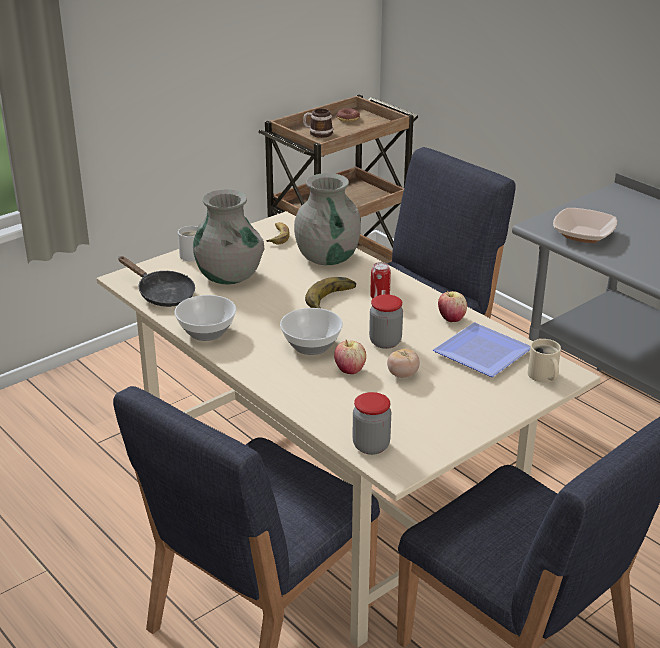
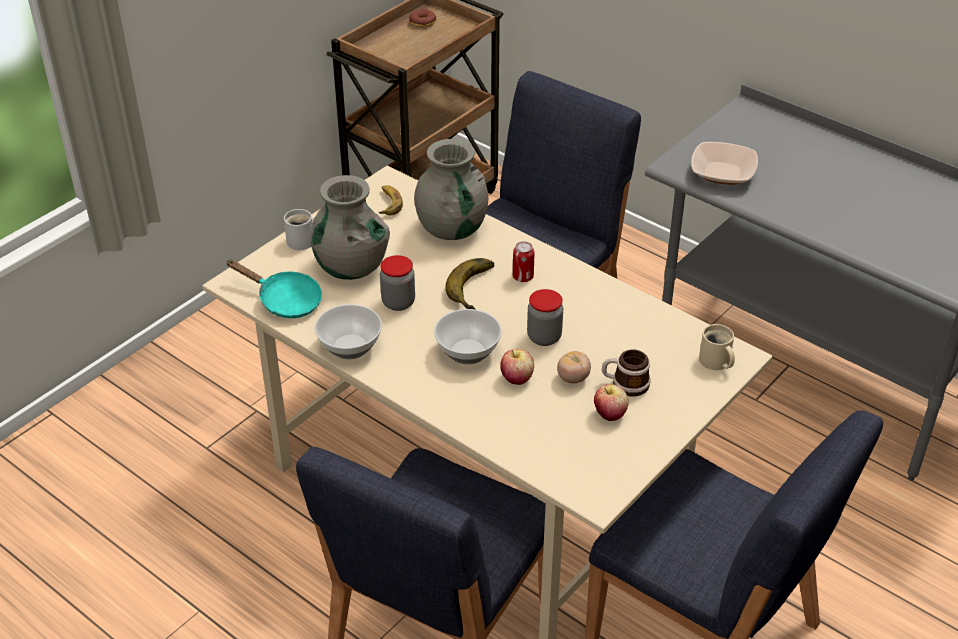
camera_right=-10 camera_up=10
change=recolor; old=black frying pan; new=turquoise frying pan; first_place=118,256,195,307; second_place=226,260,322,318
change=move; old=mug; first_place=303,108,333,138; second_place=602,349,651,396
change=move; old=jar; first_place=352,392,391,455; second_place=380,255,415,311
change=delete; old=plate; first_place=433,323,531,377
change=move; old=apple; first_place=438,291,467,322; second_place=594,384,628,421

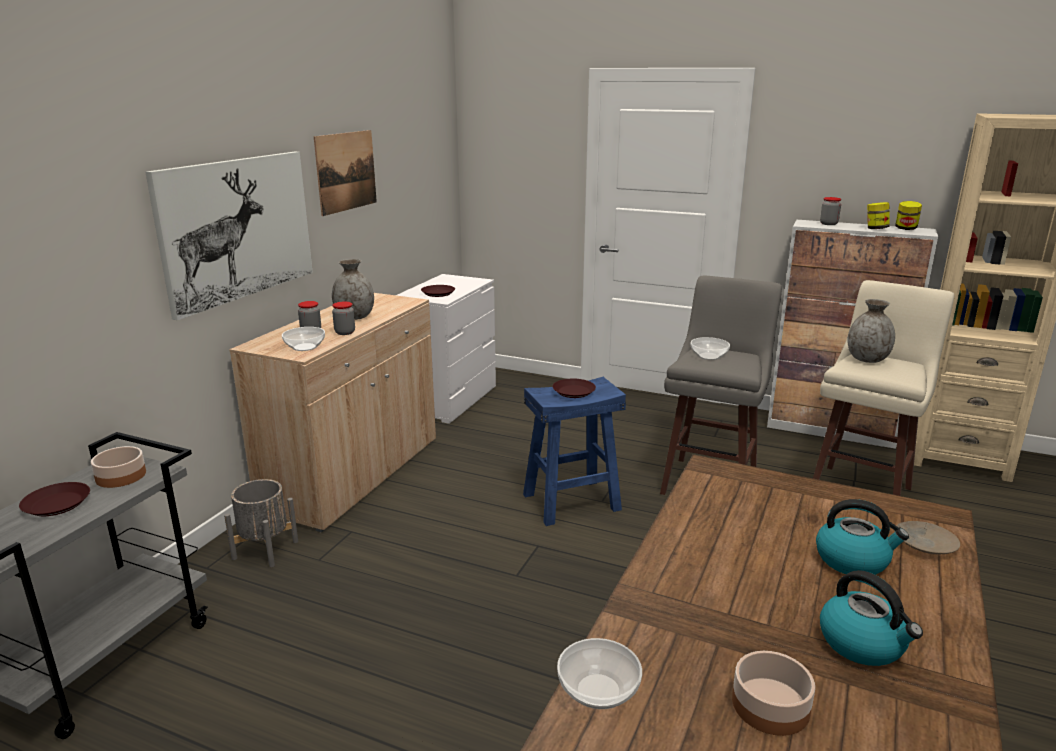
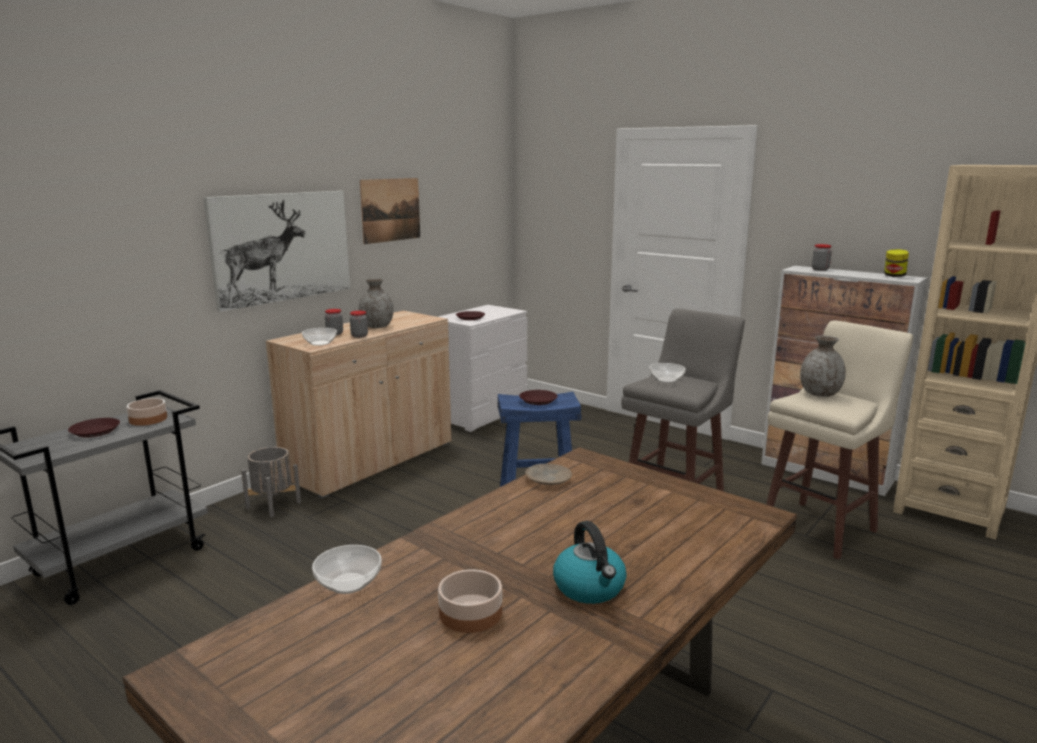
camera_right=15 camera_up=-5
change=delete; old=kettle; first_place=816,499,909,575
change=delete; old=jar; first_place=867,202,890,229
change=move; old=beige plate; first_place=897,521,960,554; second_place=525,464,572,485

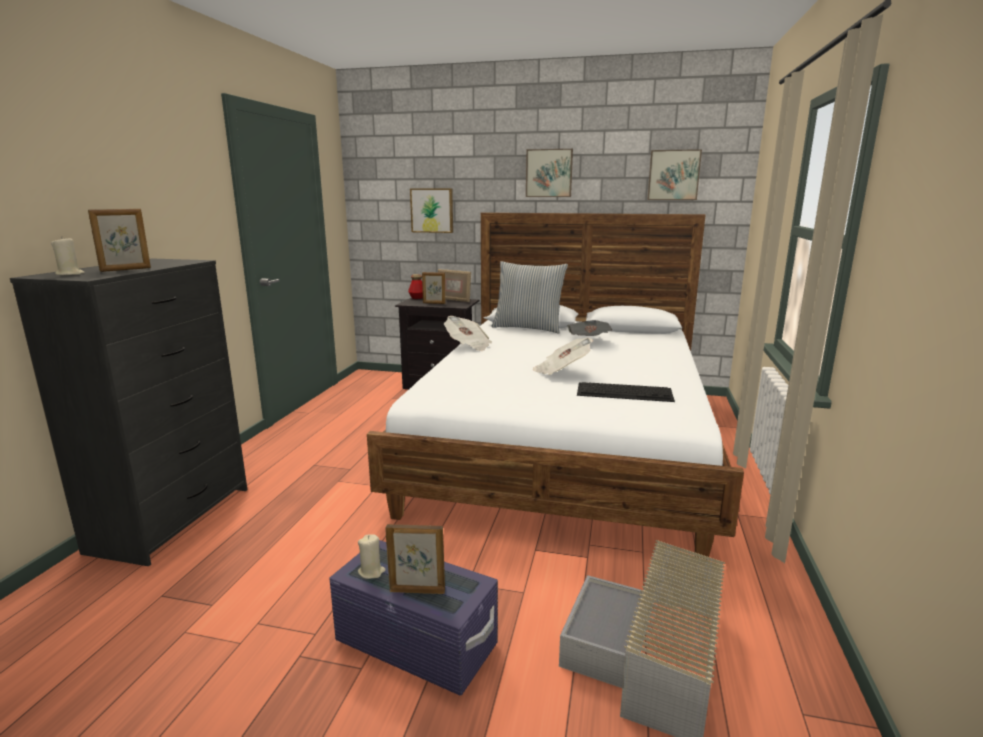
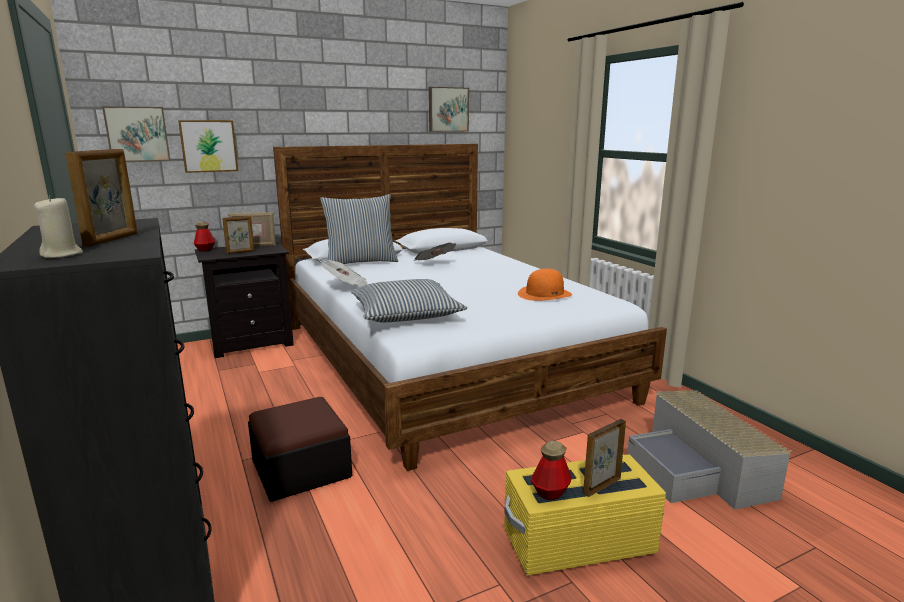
camera_right=-40 camera_up=0
change=recolor; old=purple storage box; new=yellow storage box; first_place=329,540,498,696; second_place=504,454,666,575
change=replace; old=beige candle; new=bottle; first_place=358,534,386,579; second_place=531,441,572,500
change=move; old=picture; first_place=526,149,573,197; second_place=102,106,170,162
change=delete; old=newspaper; first_place=533,338,593,375
change=replace; old=keyboard; new=orange hat; first_place=577,382,675,402; second_place=518,269,572,301
change=insert; new=ottoman; second_place=248,397,352,502
change=insert; new=pillow; second_place=351,279,467,322

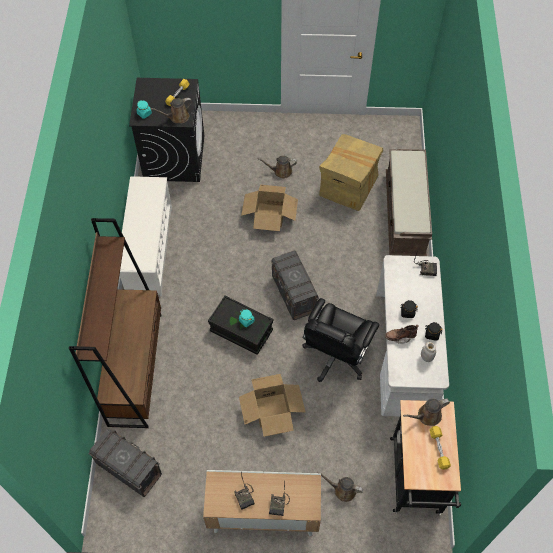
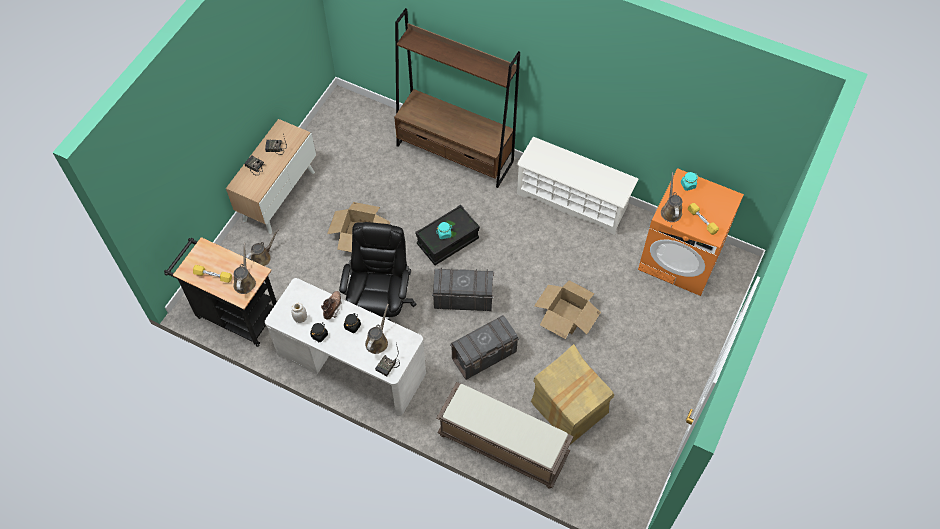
camera_right=115 camera_up=0
change=move; old=grey storage box; first_place=88,429,162,497; second_place=450,315,519,380
change=recolor; old=black washing machine; new=orange washing machine; first_place=129,78,204,182; second_place=638,168,744,296
change=move; old=brown watering can; first_place=258,156,297,179; second_place=365,304,389,354
change=rotate; old=black office chair; first_place=302,298,379,382; second_place=339,222,417,321; degrees=45

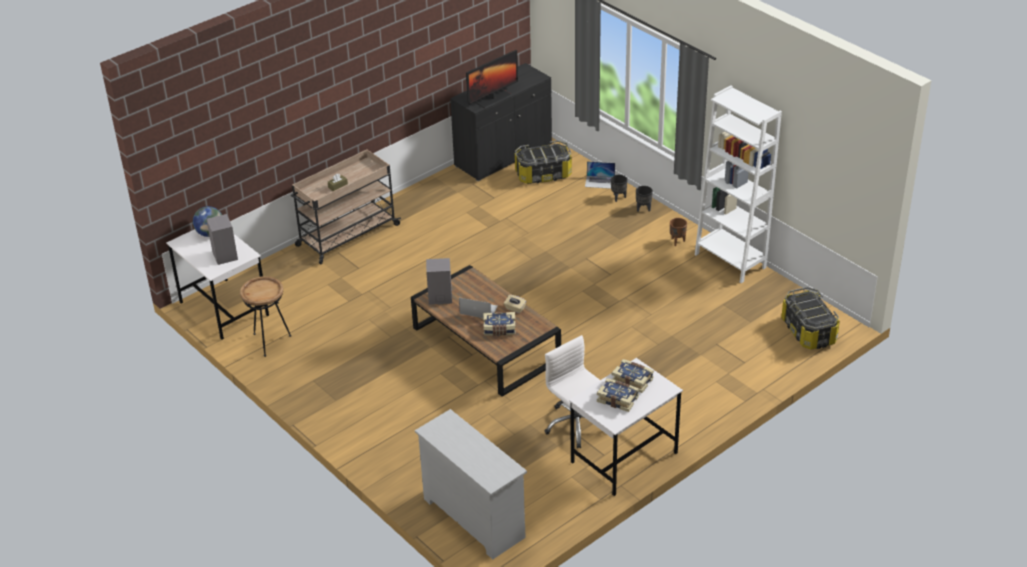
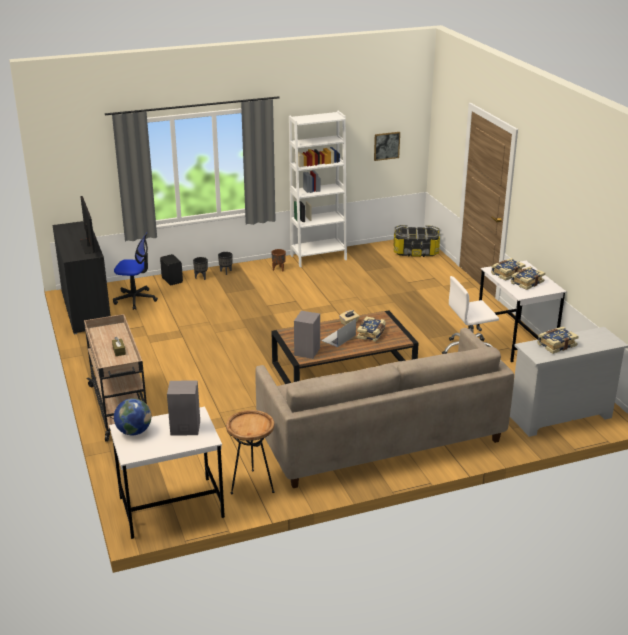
camera_right=-70 camera_up=-10
change=replace; old=storage box; new=office chair; first_place=515,140,572,184; second_place=113,232,158,310
change=replace; old=laptop; new=black speaker; first_place=585,161,615,189; second_place=160,254,183,285
change=insert; new=beige sofa; second_place=255,328,514,488
change=insert; new=picture; second_place=374,132,400,161
change=insert; new=book; second_place=537,327,579,354

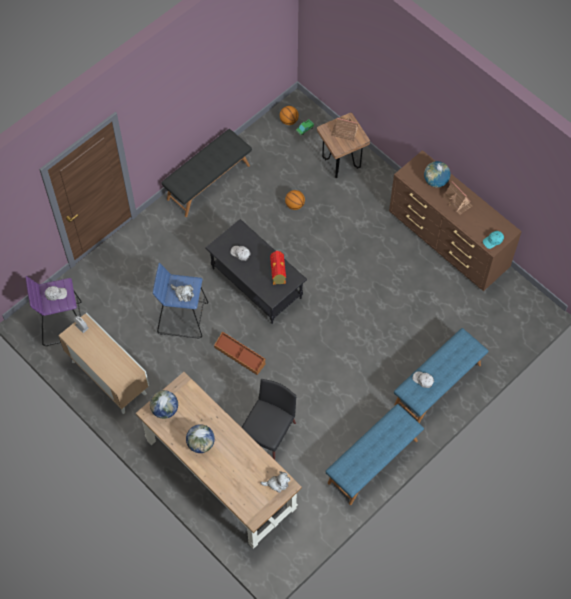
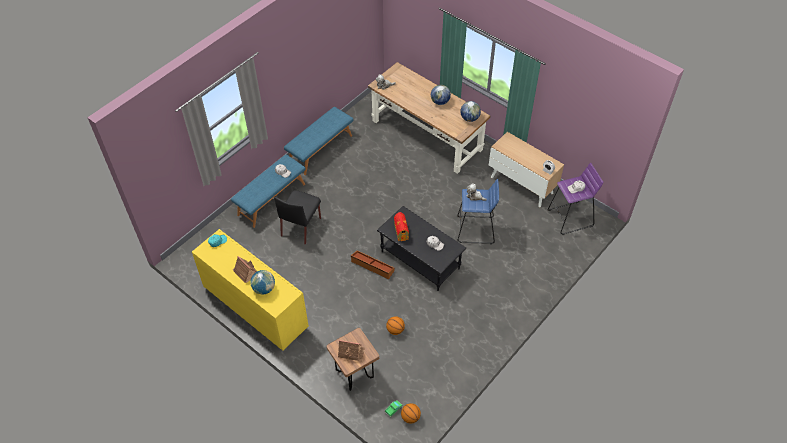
camera_right=175 camera_up=-10
change=delete; old=black bench; first_place=162,129,252,217
change=move; old=brown storage box; first_place=214,331,265,375; second_place=351,250,395,279
change=move; old=black chair; first_place=241,379,296,460; second_place=274,190,321,245
change=recolor; old=brown dresser; new=yellow dresser; first_place=389,150,522,291; second_place=192,229,309,351

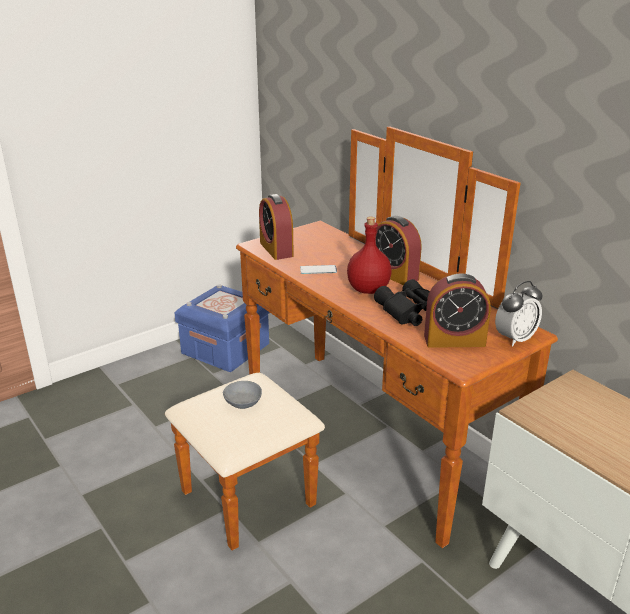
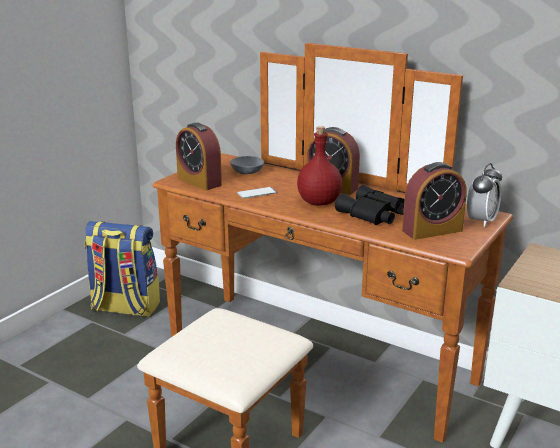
camera_right=-20 camera_up=-5
change=replace; old=blue storage box; new=backpack; first_place=175,284,270,372; second_place=84,221,160,317
change=move; old=grey bowl; first_place=223,381,262,409; second_place=230,156,264,174

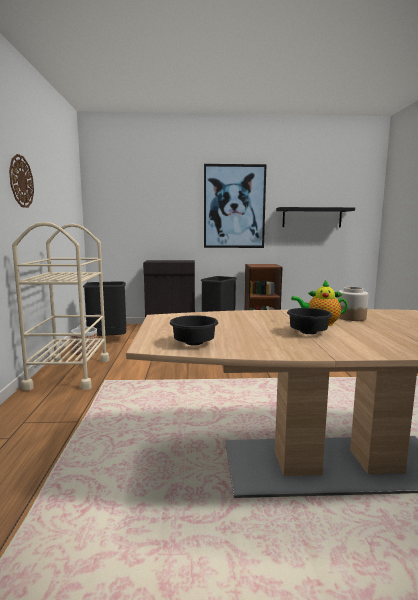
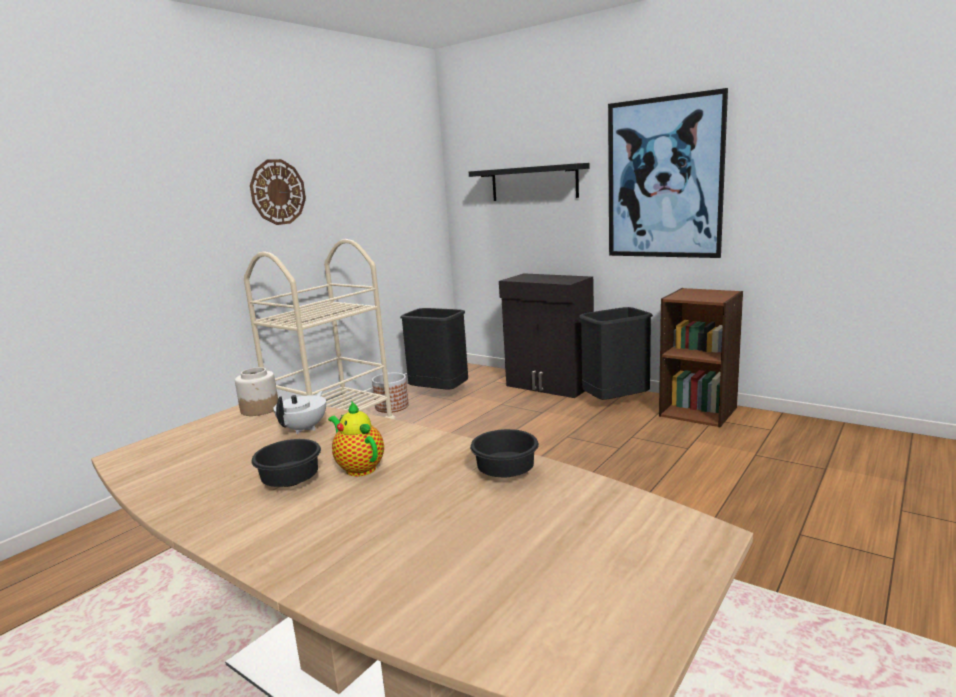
camera_right=40 camera_up=5
change=move; old=black bowl; first_place=170,315,218,345; second_place=470,429,539,478
change=move; old=black shelf; first_place=276,207,355,227; second_place=469,163,590,201
change=move; old=jar; first_place=338,287,369,321; second_place=235,367,278,416
change=insert; new=white teapot; second_place=273,391,326,434

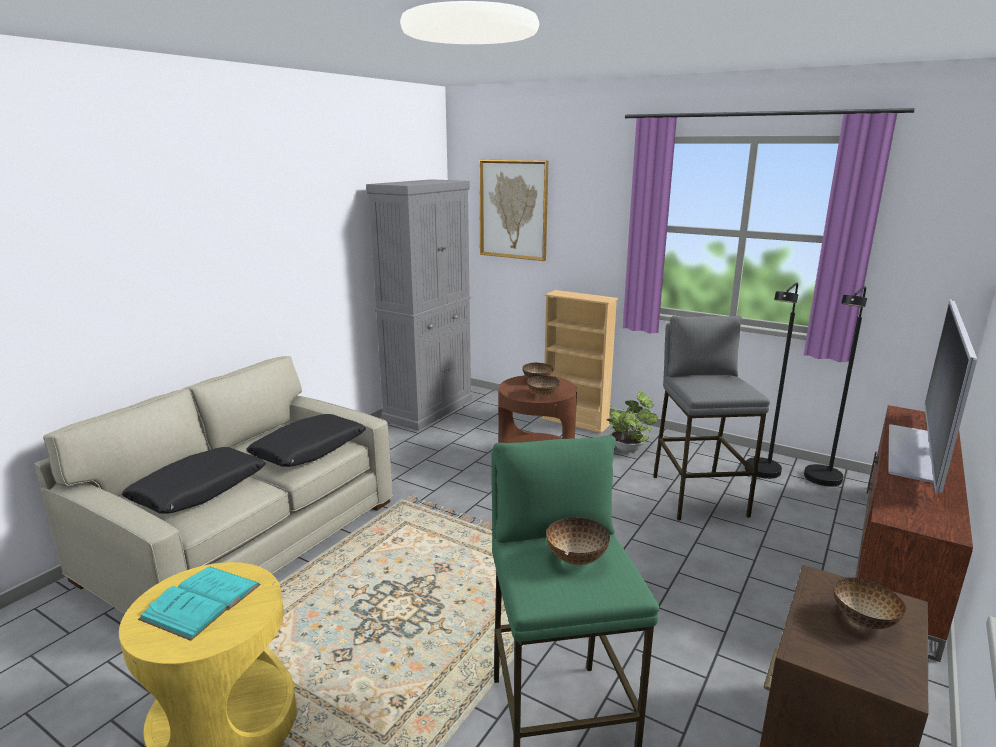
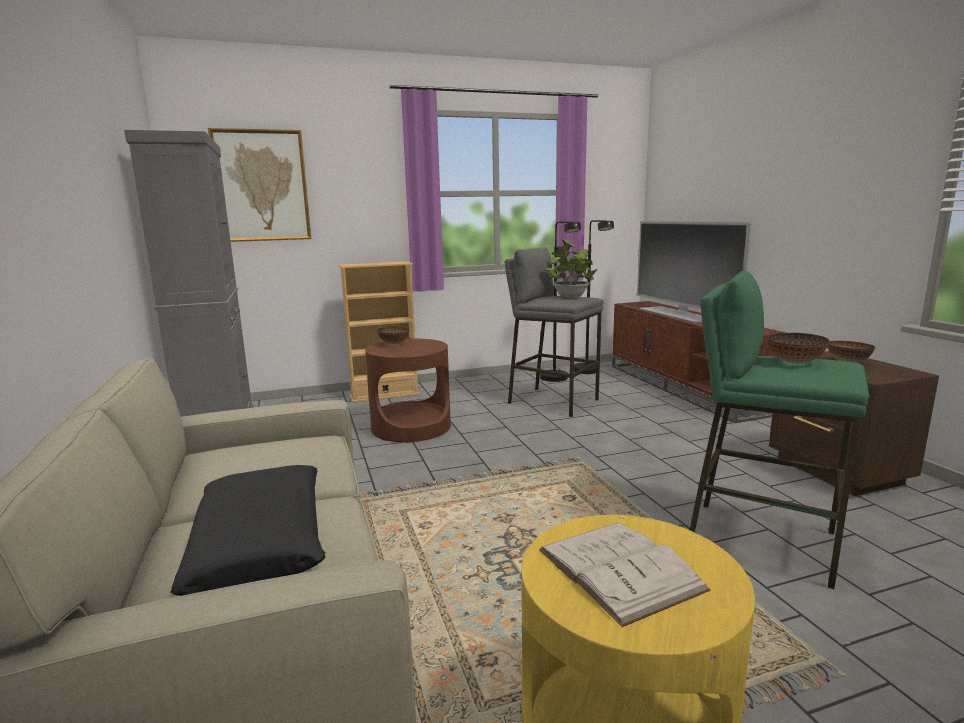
camera_right=-50 camera_up=-5
change=recolor; old=turquoise book; new=white book; first_place=138,567,261,641; second_place=539,523,711,627
change=delete; old=black pillow; first_place=246,414,366,467
change=delete; old=bowl; first_place=527,376,560,396
change=move; old=potted plant; first_place=607,392,658,453; second_place=544,239,597,298

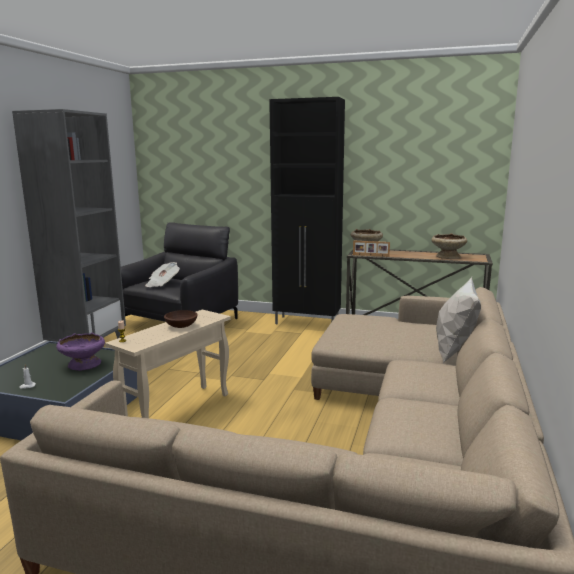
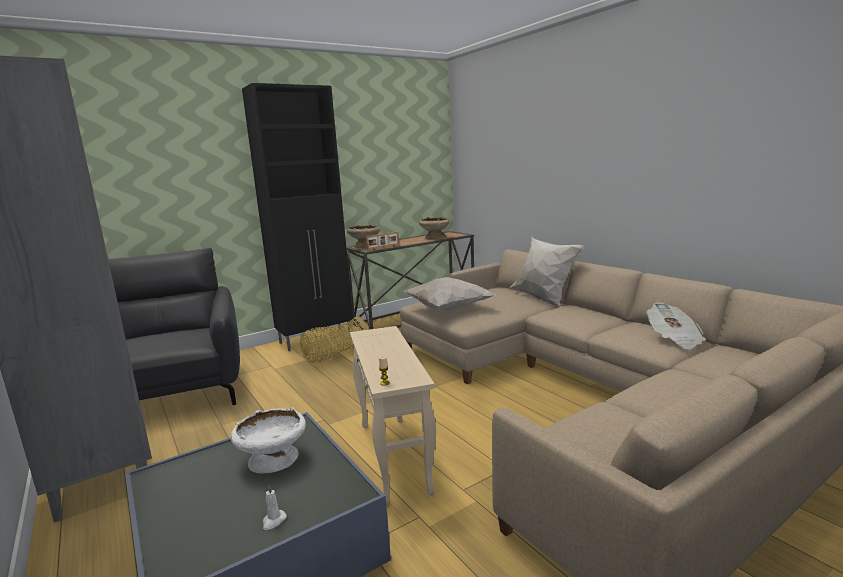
camera_right=-50 camera_up=0
change=recolor; old=purple bowl; new=white bowl; first_place=56,332,105,371; second_place=231,407,306,474
change=move; old=newspaper; first_place=145,262,180,287; second_place=646,302,706,350
change=delete; old=brown bowl; first_place=164,310,198,328
change=insert; new=basket; second_place=300,316,368,363
change=insert; new=white pillow; second_place=404,277,495,310

